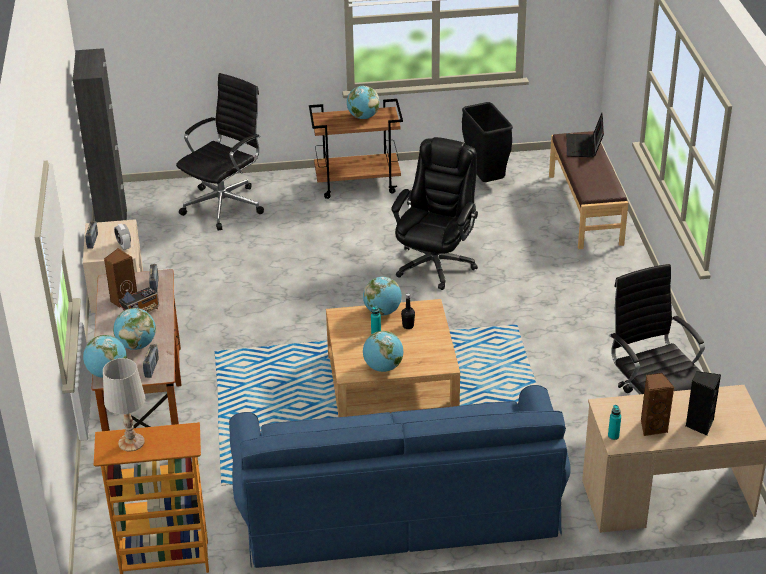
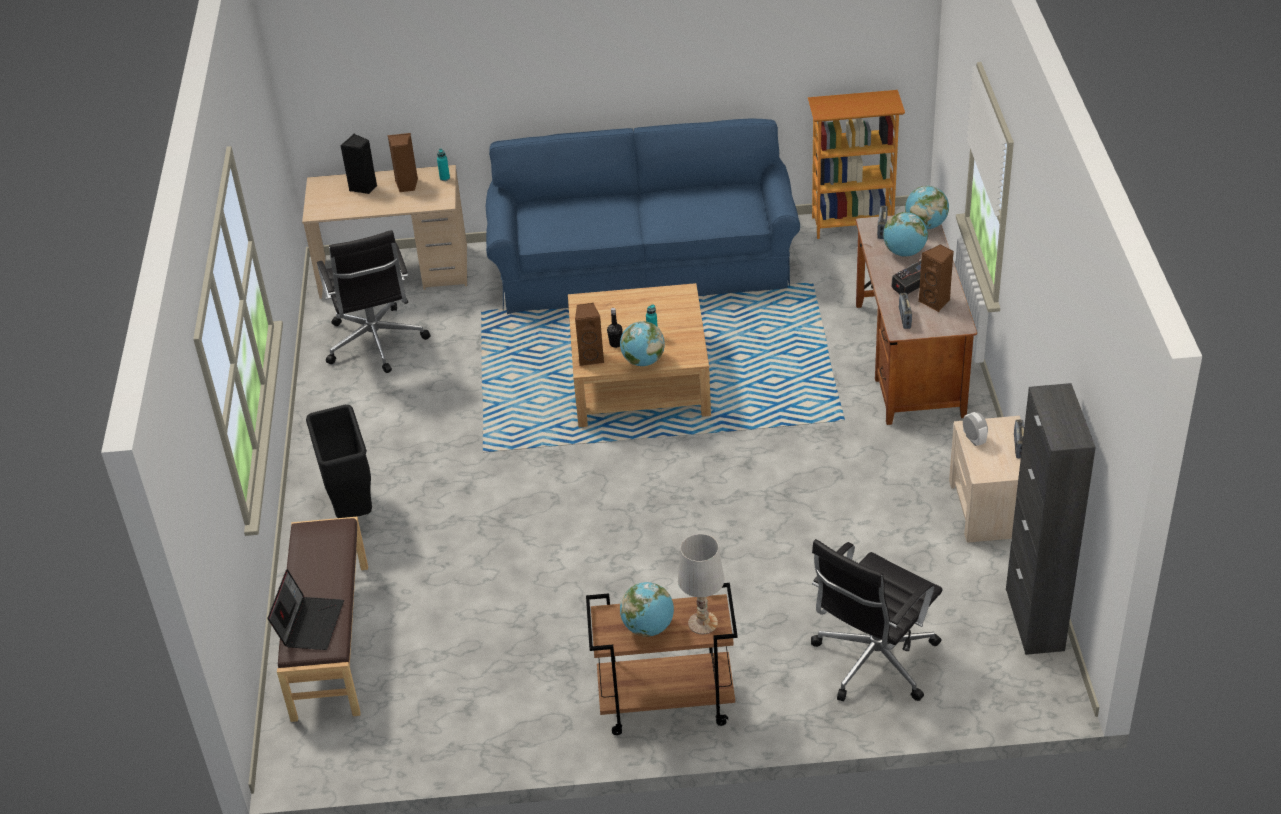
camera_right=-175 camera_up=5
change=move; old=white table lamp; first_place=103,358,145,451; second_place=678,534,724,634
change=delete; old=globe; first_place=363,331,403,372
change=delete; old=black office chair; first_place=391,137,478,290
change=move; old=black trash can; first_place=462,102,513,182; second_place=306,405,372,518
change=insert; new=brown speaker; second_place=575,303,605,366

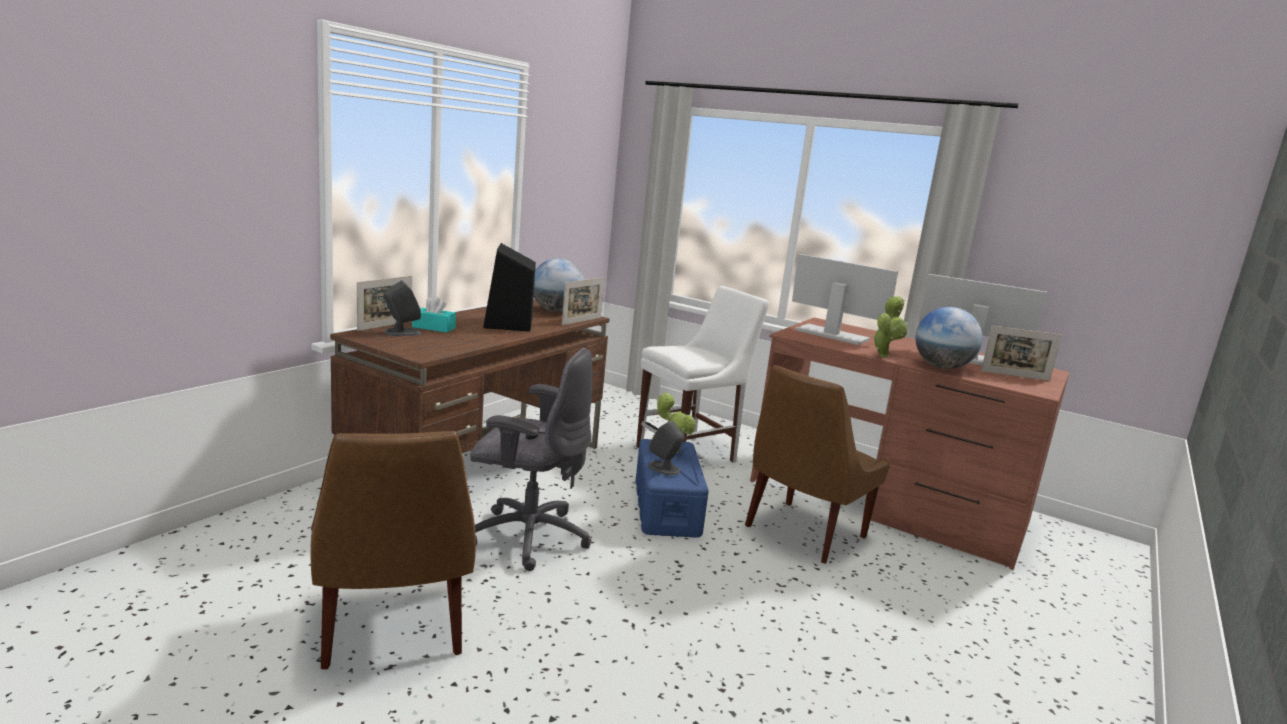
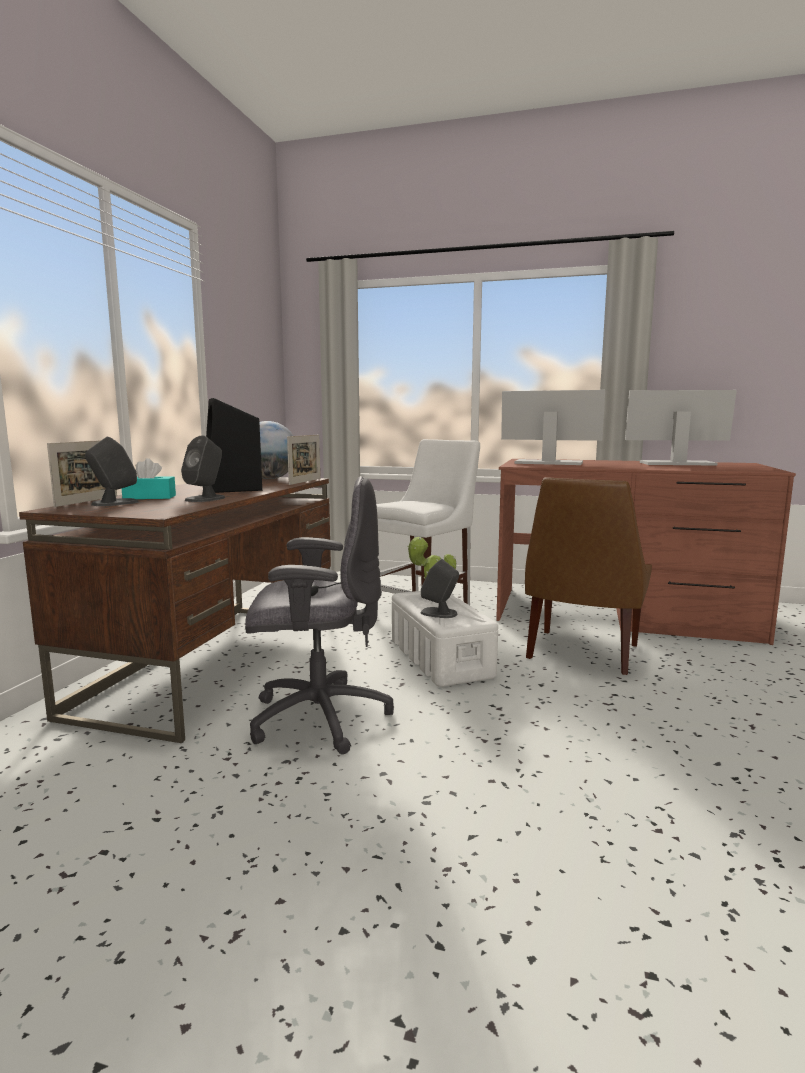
camera_right=-15 camera_up=-5
change=delete; old=brown chair; first_place=310,431,476,670
change=recolor; old=blue storage box; new=white storage box; first_place=635,439,709,538; second_place=392,591,498,687
change=delete; old=potted plant; first_place=872,295,908,358
change=delete; old=globe; first_place=915,307,982,369
change=delete; old=picture frame; first_place=981,326,1062,381
change=insert; new=grey speaker; second_place=181,436,225,502

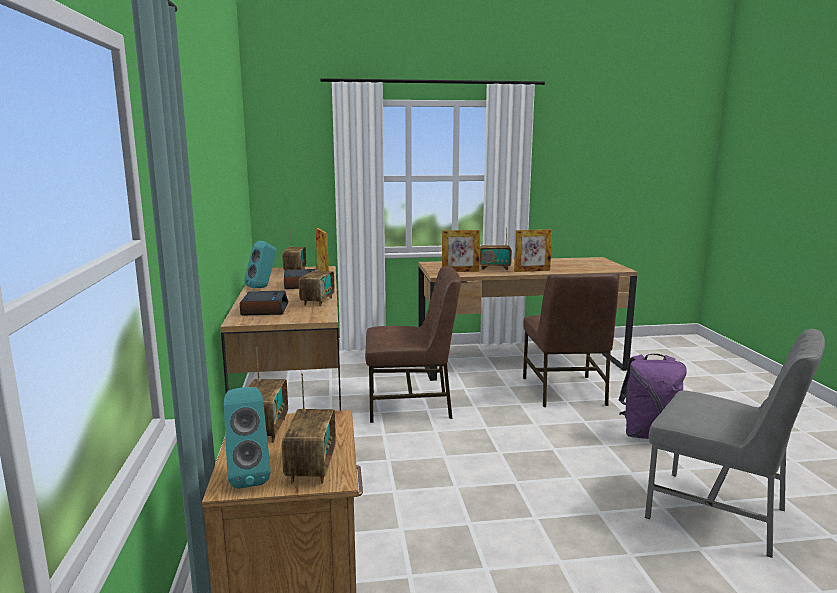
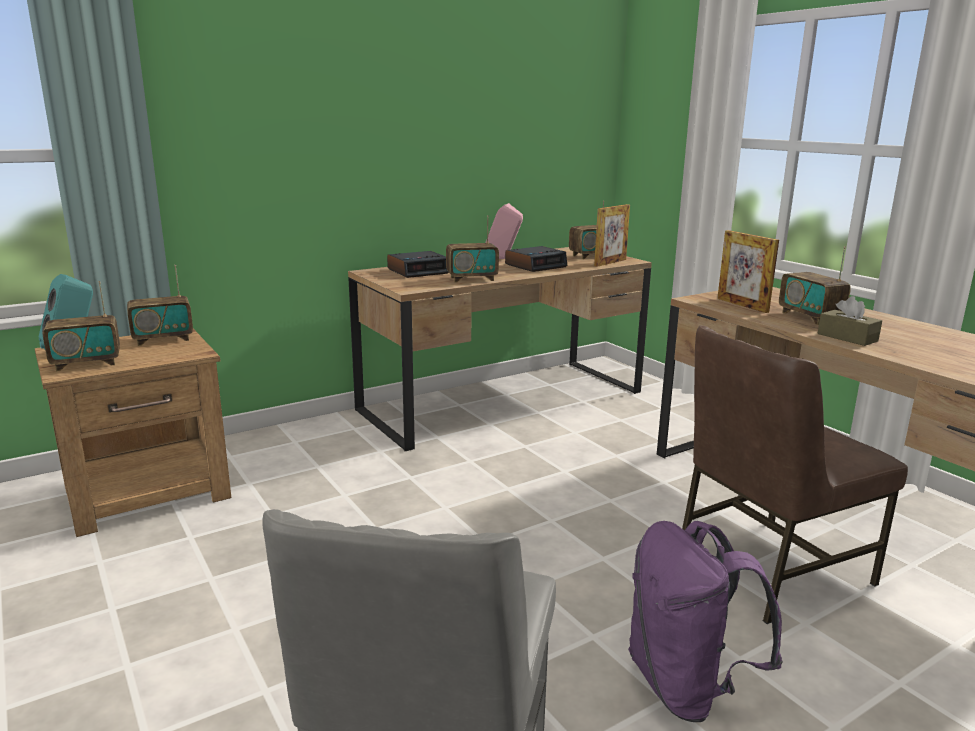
camera_right=65 camera_up=5
change=recolor; old=turquoise speaker; new=pink speaker; first_place=244,241,276,288; second_place=485,203,523,259
change=delete; old=brown chair; first_place=365,266,461,423
change=replace; old=picture frame; new=brown tissue box; first_place=514,229,552,272; second_place=818,296,882,346

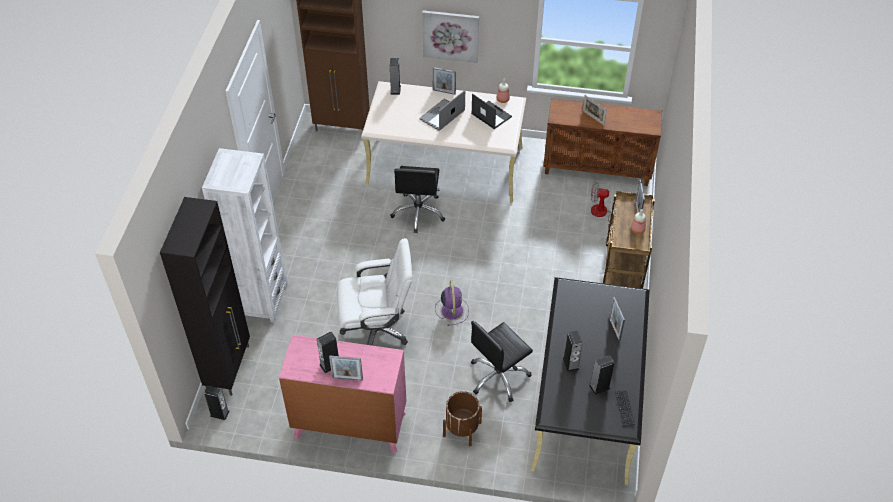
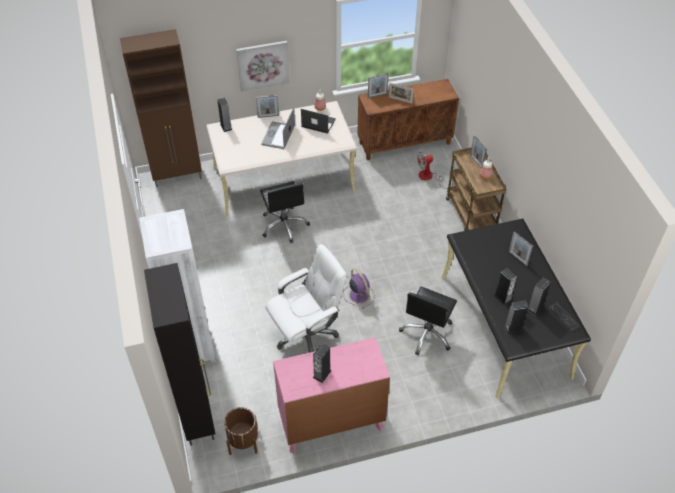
camera_right=-25 camera_up=0
change=move; old=speaker; first_place=204,386,230,420; second_place=504,301,528,334
change=move; old=picture frame; first_place=329,355,363,381; second_place=368,73,389,98
change=move; old=brown planter; first_place=443,391,482,447; second_place=224,407,258,455

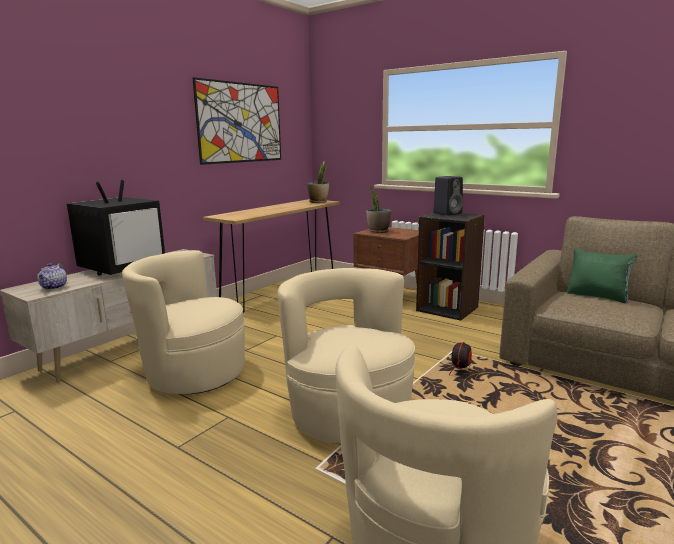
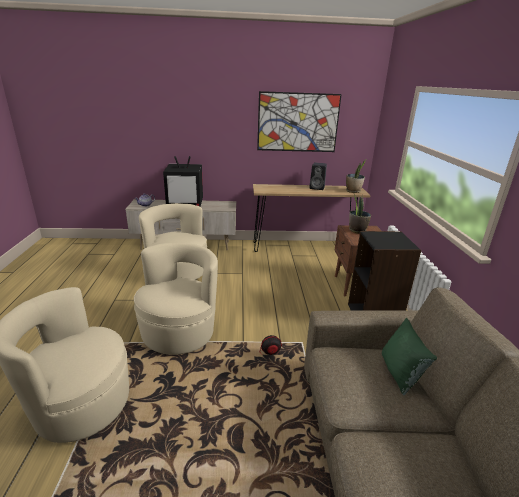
camera_right=50 camera_up=10
change=move; old=black speaker; first_place=433,176,463,216; second_place=309,163,327,190

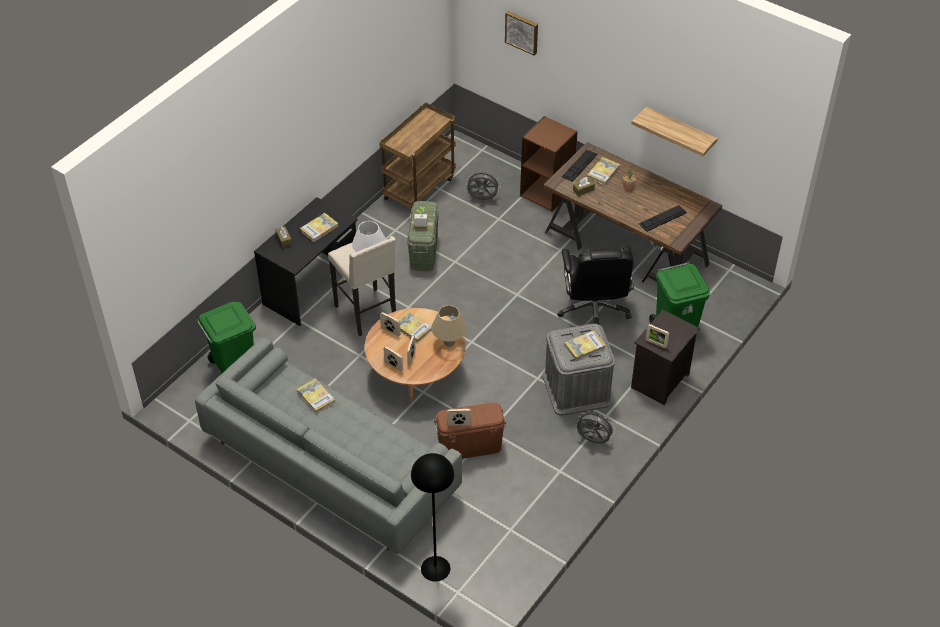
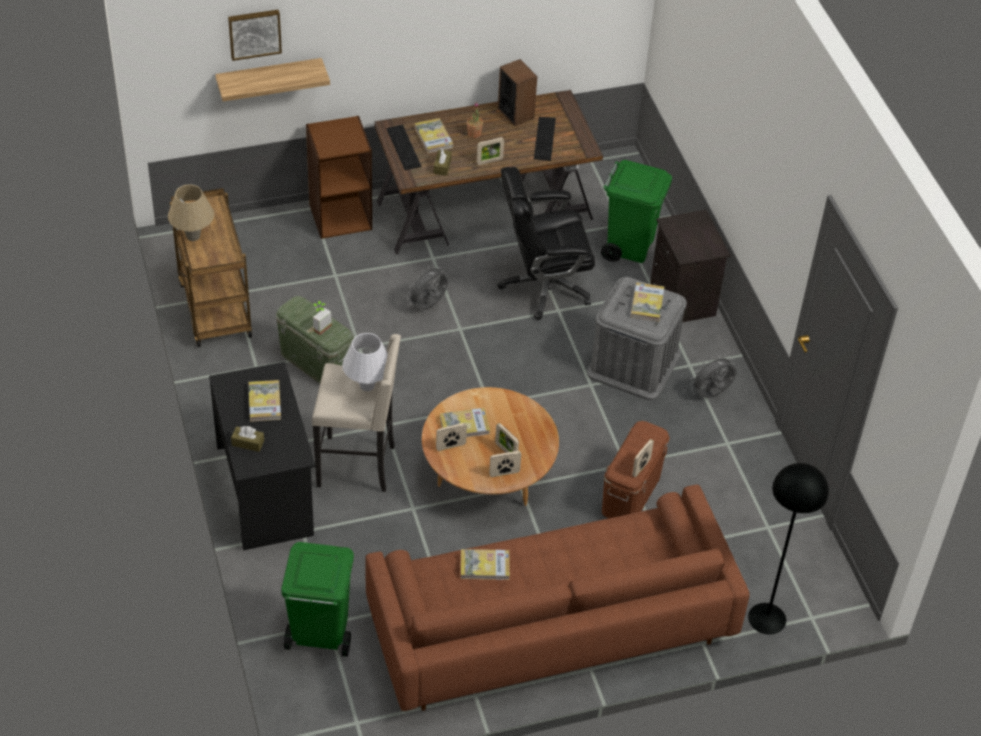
camera_right=-55 camera_up=0
change=recolor; old=grey sofa; new=brown sofa; first_place=195,337,462,554; second_place=365,485,750,711
change=move; old=beige table lamp; first_place=431,305,467,347; second_place=168,184,214,241
change=move; old=grey fan; first_place=466,171,500,200; second_place=407,265,448,310
change=rotate; old=black office chair; first_place=557,246,634,324; second_place=497,167,595,320; degrees=135
change=move; old=shelf; first_place=631,106,718,156; second_place=215,58,330,101
change=move; old=picture frame; first_place=646,324,669,348; second_place=477,137,504,165
change=insert; new=speaker; second_place=498,59,537,126

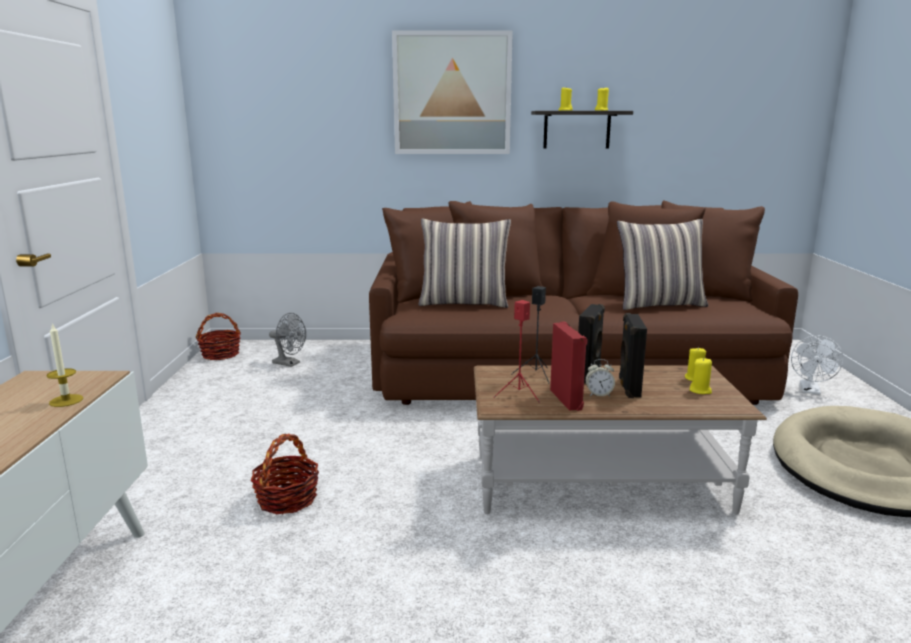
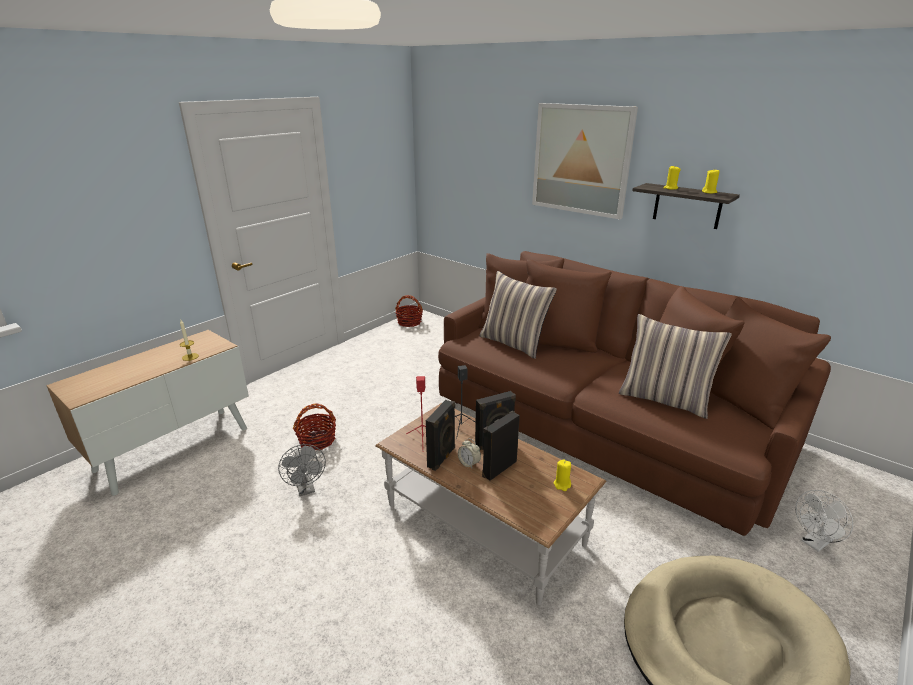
camera_right=40 camera_up=10
change=move; old=grey fan; first_place=269,313,306,367; second_place=278,444,326,496
change=recolor; old=red speaker; new=black speaker; first_place=550,321,588,411; second_place=426,400,455,471
change=delete; old=yellow candle; first_place=690,357,712,394

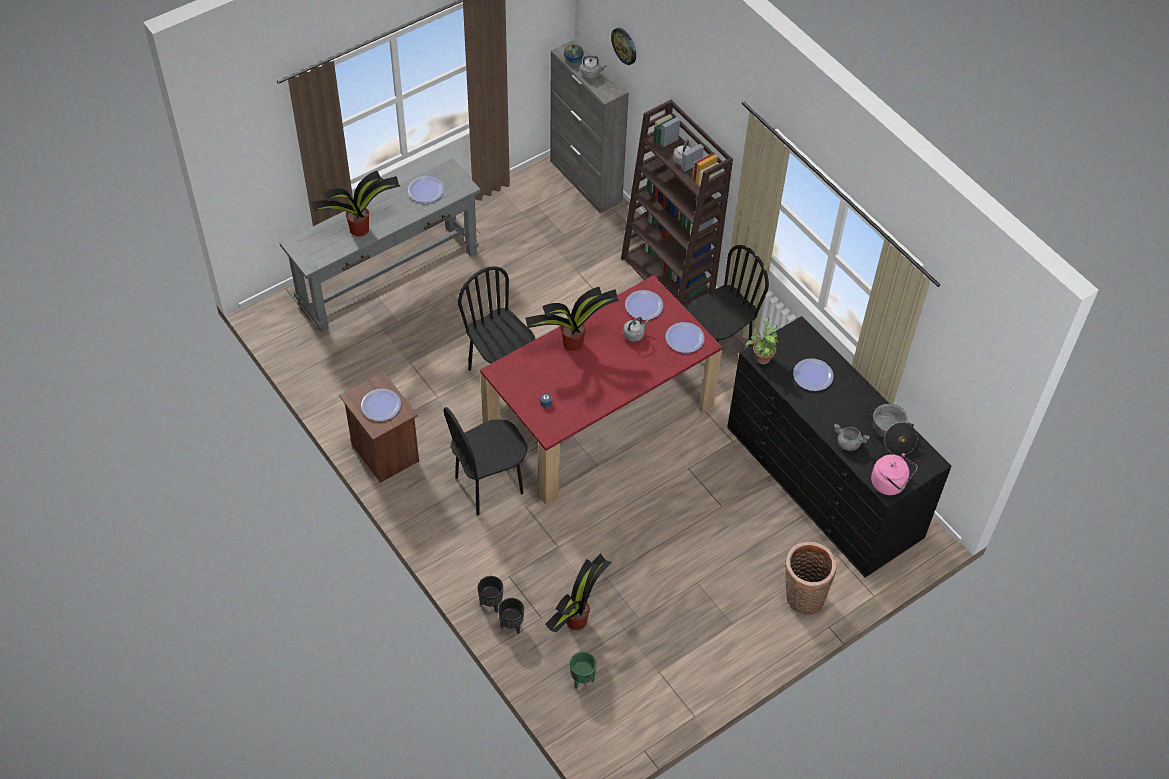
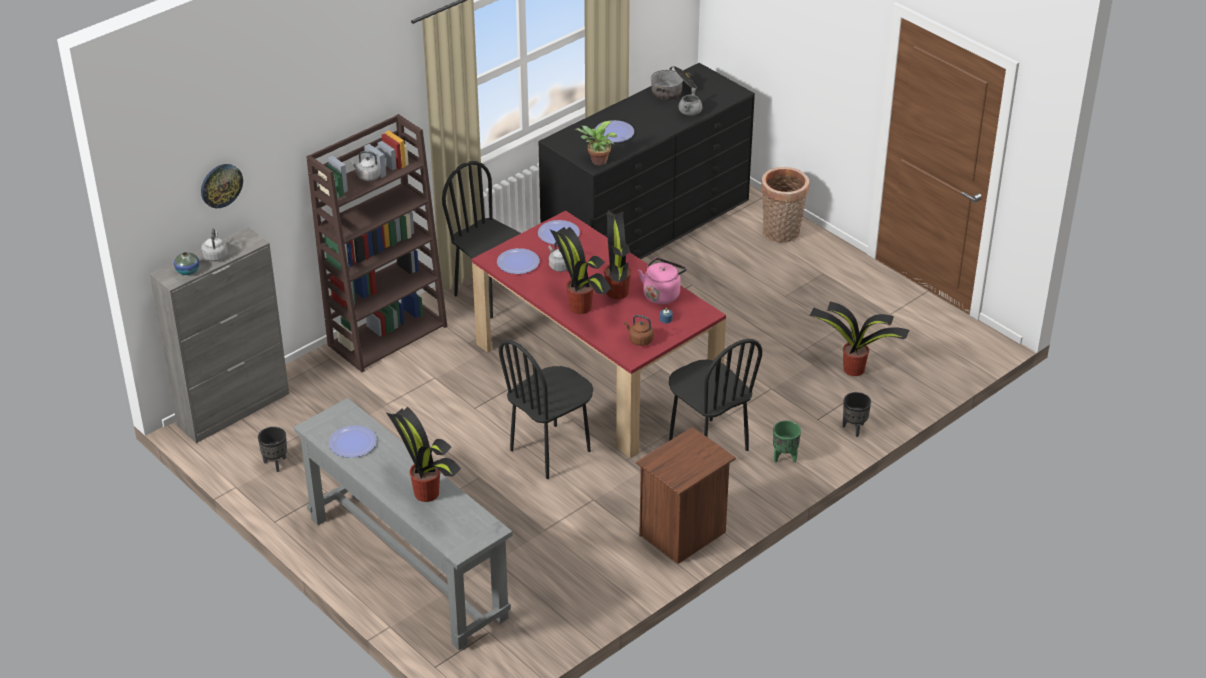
camera_right=-95 camera_up=-15
change=delete; old=plate; first_place=361,389,401,421
change=move; old=black planter; first_place=498,598,524,634; second_place=258,427,287,472
change=move; old=green planter; first_place=570,652,597,689; second_place=773,421,801,463
change=move; old=pink kettle; first_place=871,453,918,495; second_place=638,258,686,304
change=insert; new=potted plant; second_place=604,210,631,299
change=insert; new=brown kettle; second_place=624,315,654,346

